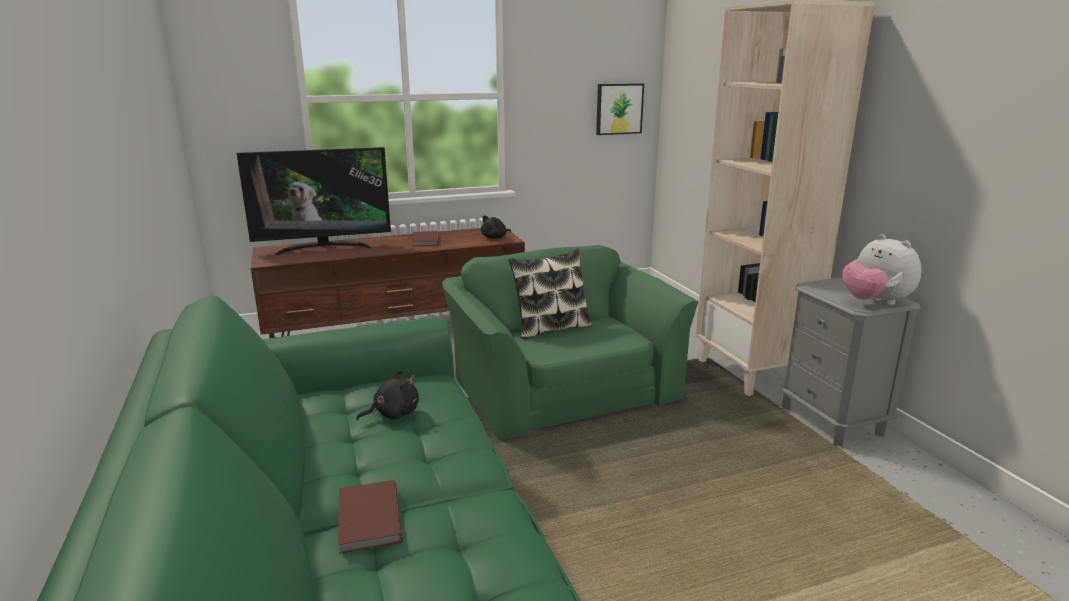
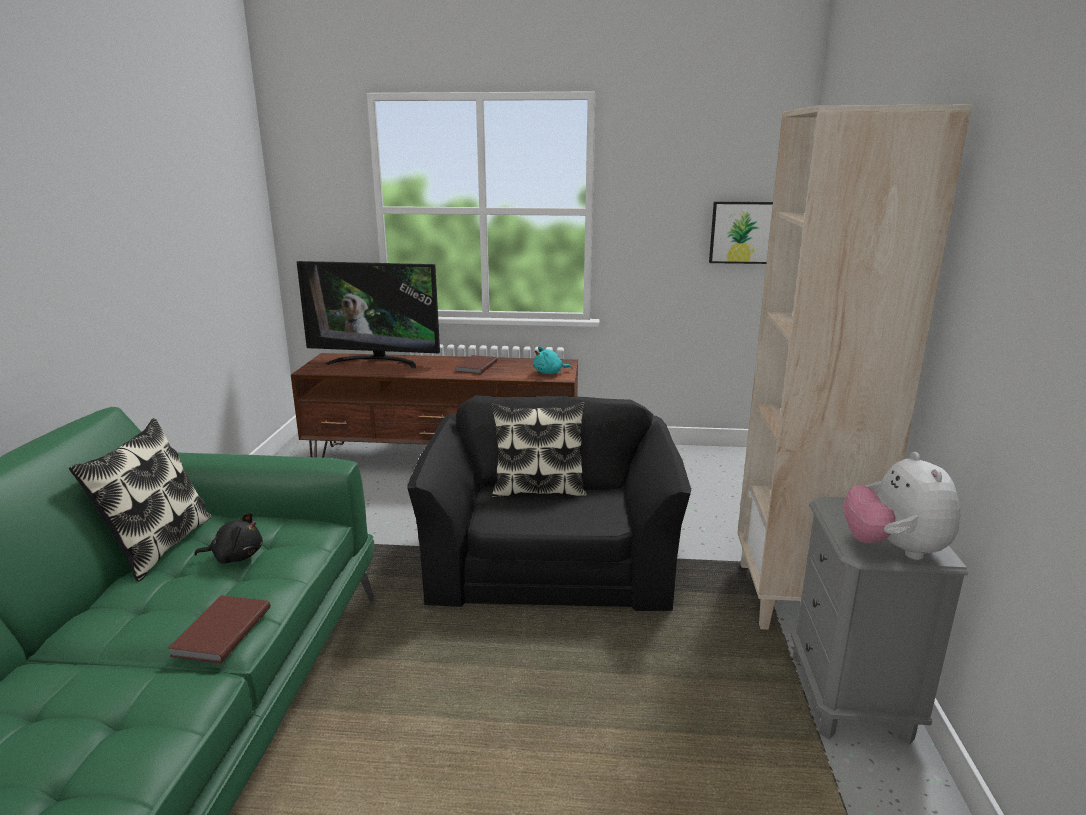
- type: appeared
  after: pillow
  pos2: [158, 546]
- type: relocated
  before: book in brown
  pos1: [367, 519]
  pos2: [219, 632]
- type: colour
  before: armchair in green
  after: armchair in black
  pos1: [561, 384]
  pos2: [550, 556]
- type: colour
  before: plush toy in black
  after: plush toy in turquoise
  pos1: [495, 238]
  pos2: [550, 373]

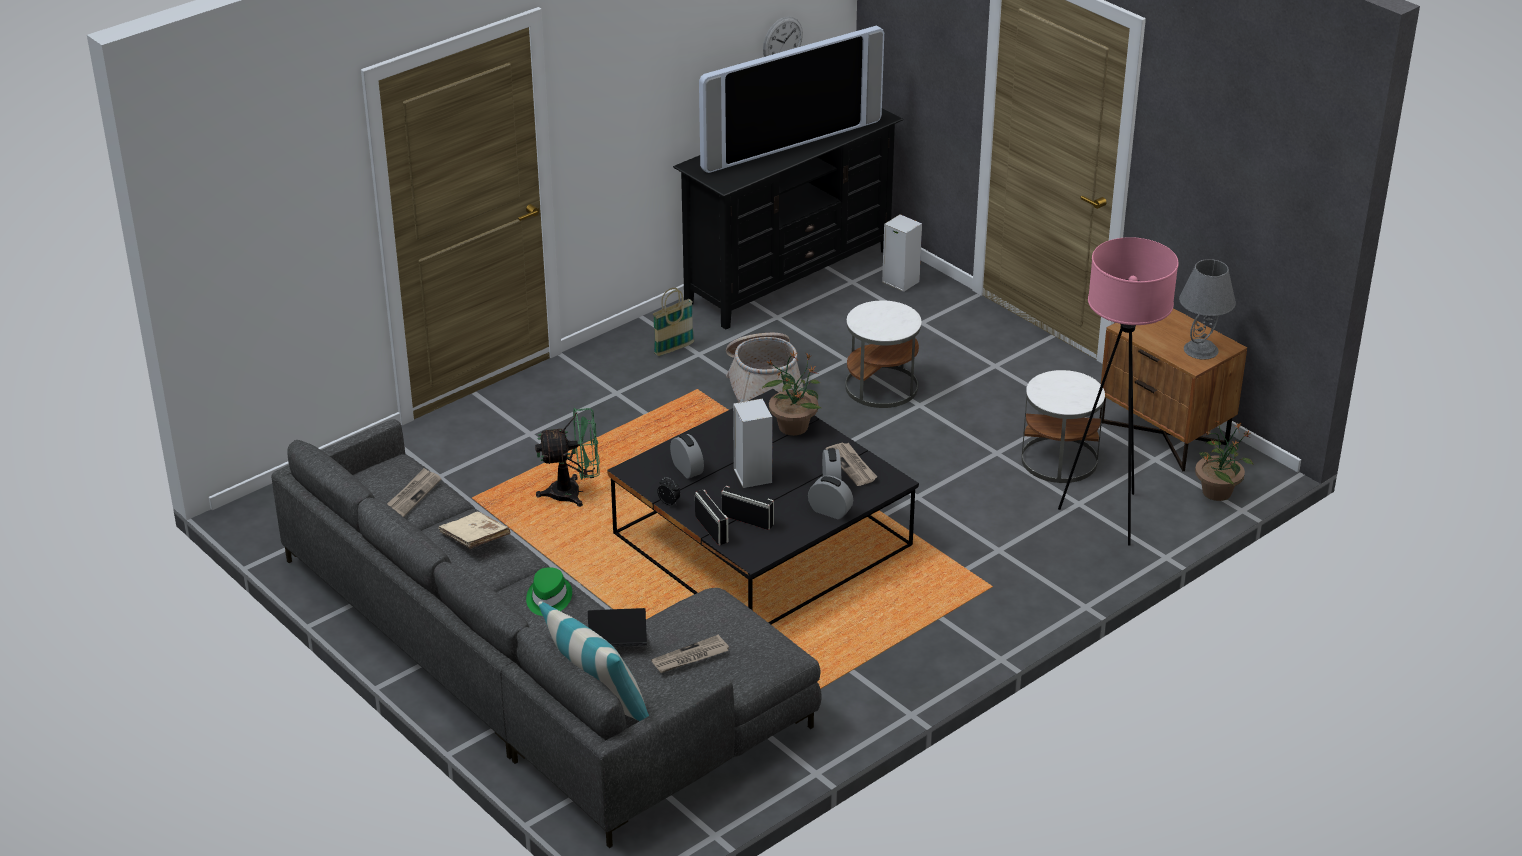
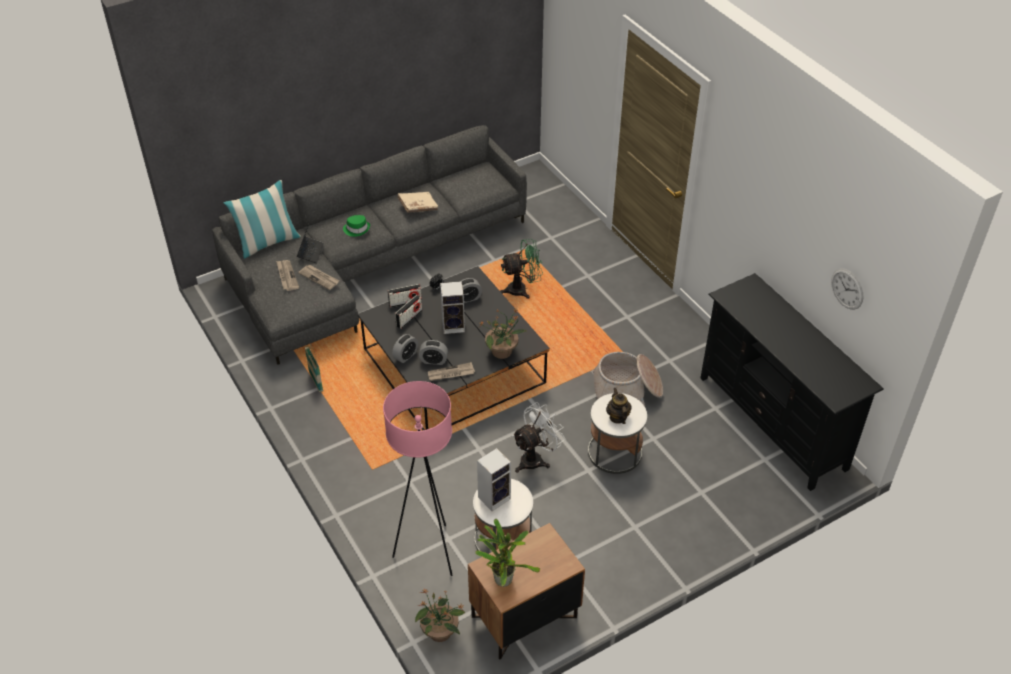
- type: missing
  before: television
  pos1: [789, 143]
- type: appeared
  after: fan in white
  pos2: [535, 458]
- type: appeared
  after: teapot
  pos2: [617, 417]
- type: relocated
  before: newspaper
  pos1: [412, 495]
  pos2: [319, 278]
- type: relocated
  before: basket
  pos1: [674, 349]
  pos2: [316, 381]
- type: relocated
  before: speaker
  pos1: [899, 281]
  pos2: [494, 497]
- type: exchanged
  before: table lamp in grey
  after: potted plant
  pos1: [1201, 350]
  pos2: [503, 577]
- type: spun
  before: fan in green
  pos1: [573, 493]
  pos2: [522, 289]
  turn: -105

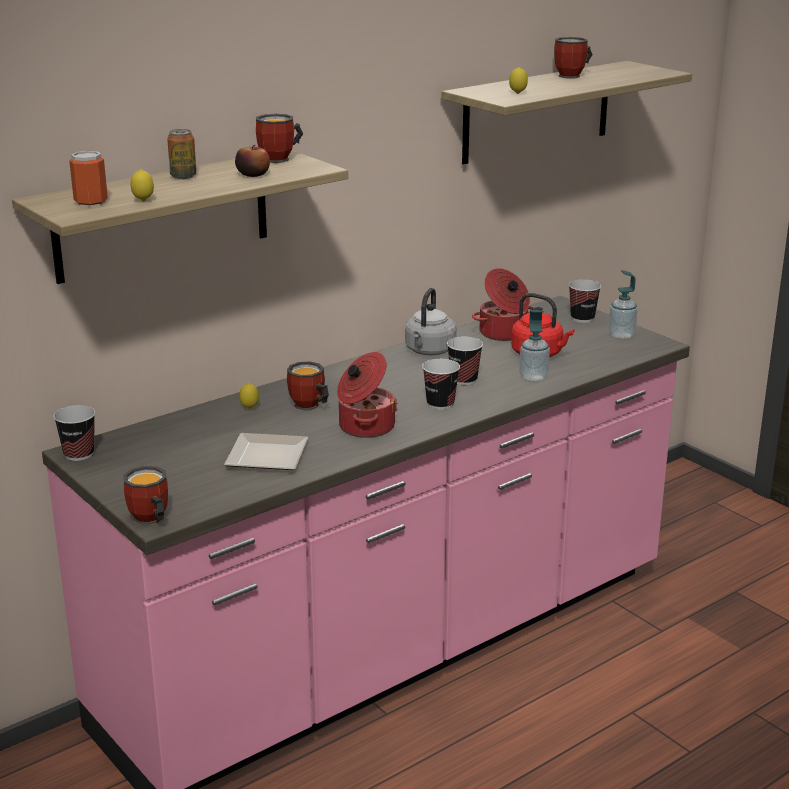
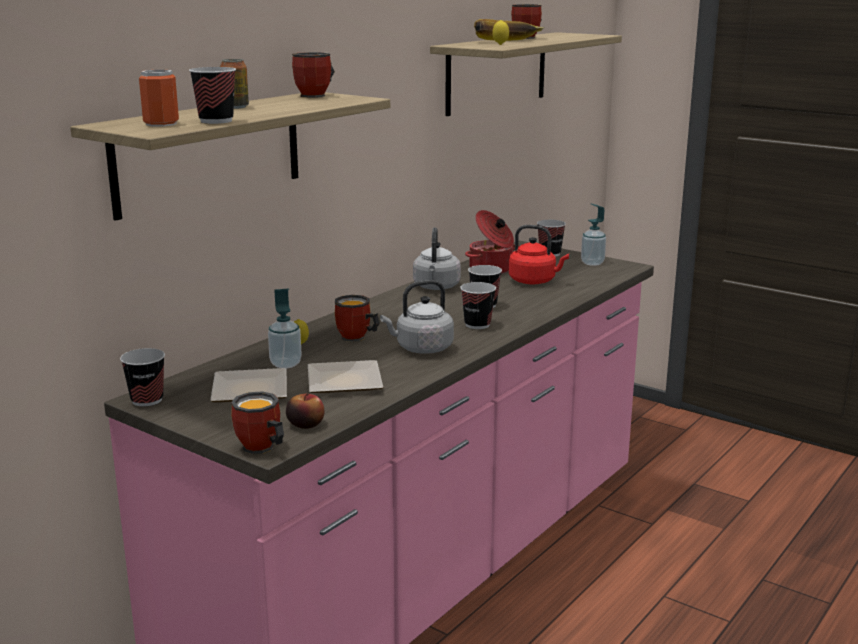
- type: appeared
  after: plate
  pos2: [252, 389]
- type: appeared
  after: banana
  pos2: [507, 42]
- type: relocated
  before: apple
  pos1: [253, 174]
  pos2: [305, 424]
- type: relocated
  before: soap dispenser
  pos1: [533, 378]
  pos2: [285, 364]
- type: exchanged
  before: lemon
  after: cup
  pos1: [143, 201]
  pos2: [216, 121]
- type: exchanged
  before: cooking pot
  after: kettle in grey
  pos1: [365, 427]
  pos2: [421, 349]

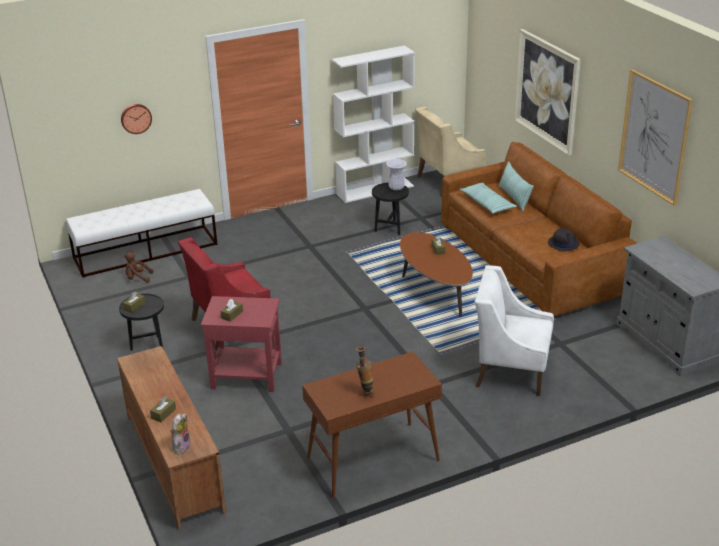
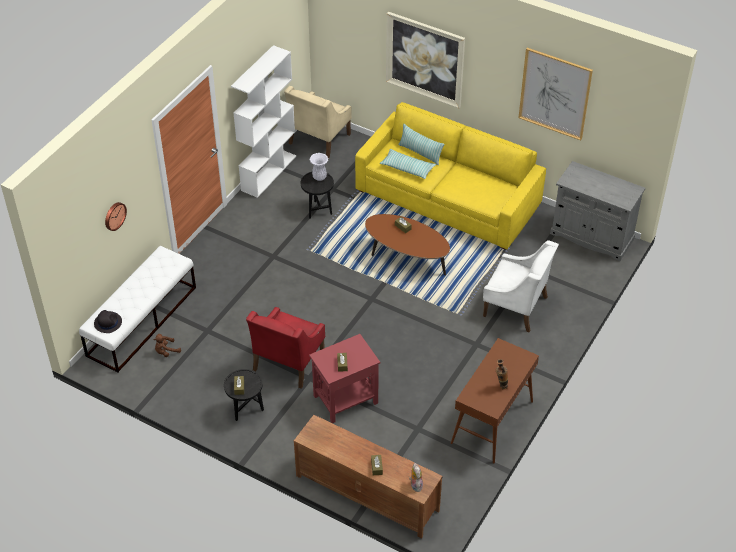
- type: relocated
  before: hat in black
  pos1: [563, 243]
  pos2: [108, 322]
- type: colour
  before: sofa in brown
  after: sofa in yellow
  pos1: [530, 259]
  pos2: [448, 198]
- type: spun
  before: armchair in white
  pos1: [510, 370]
  pos2: [516, 307]
  turn: -135

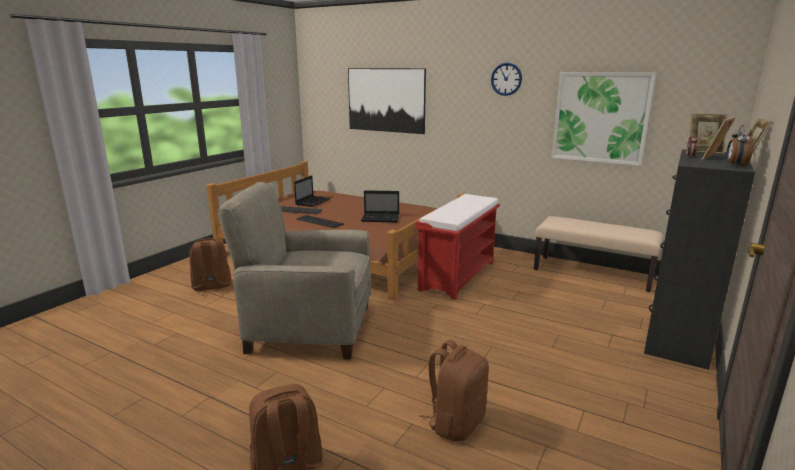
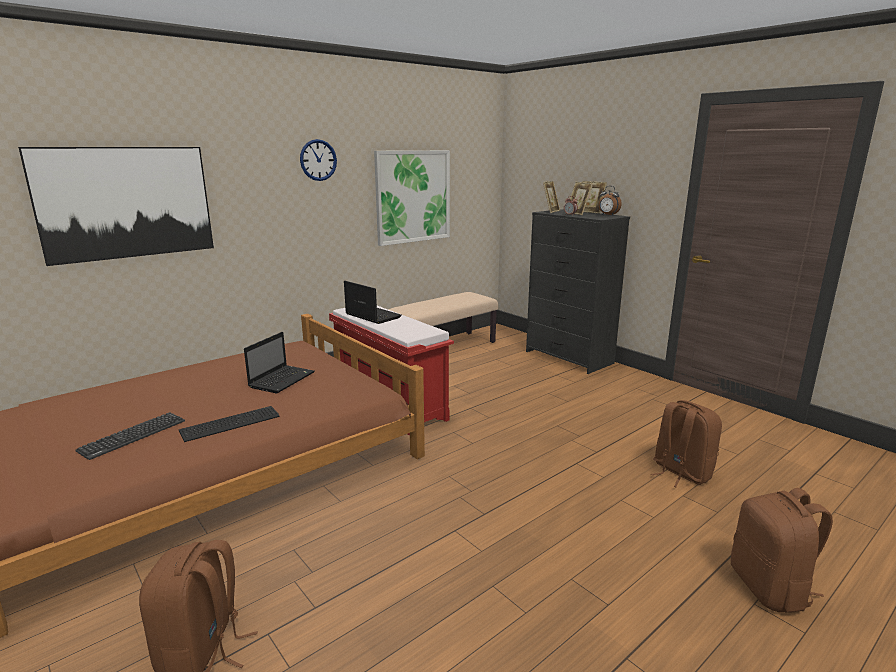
- type: missing
  before: armchair in beige
  pos1: [309, 328]
- type: relocated
  before: laptop
  pos1: [313, 202]
  pos2: [372, 316]

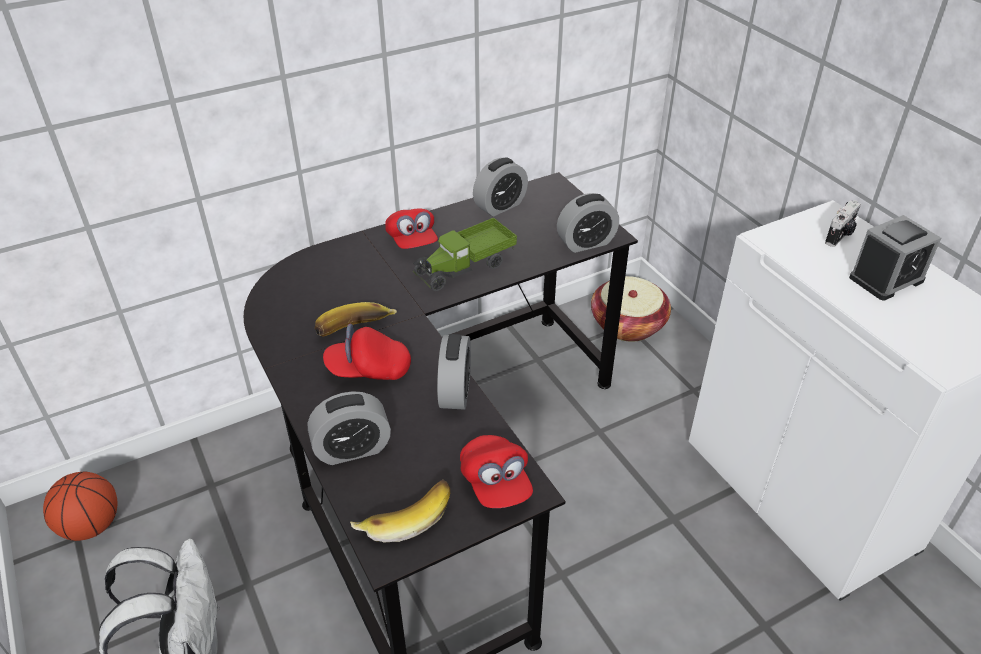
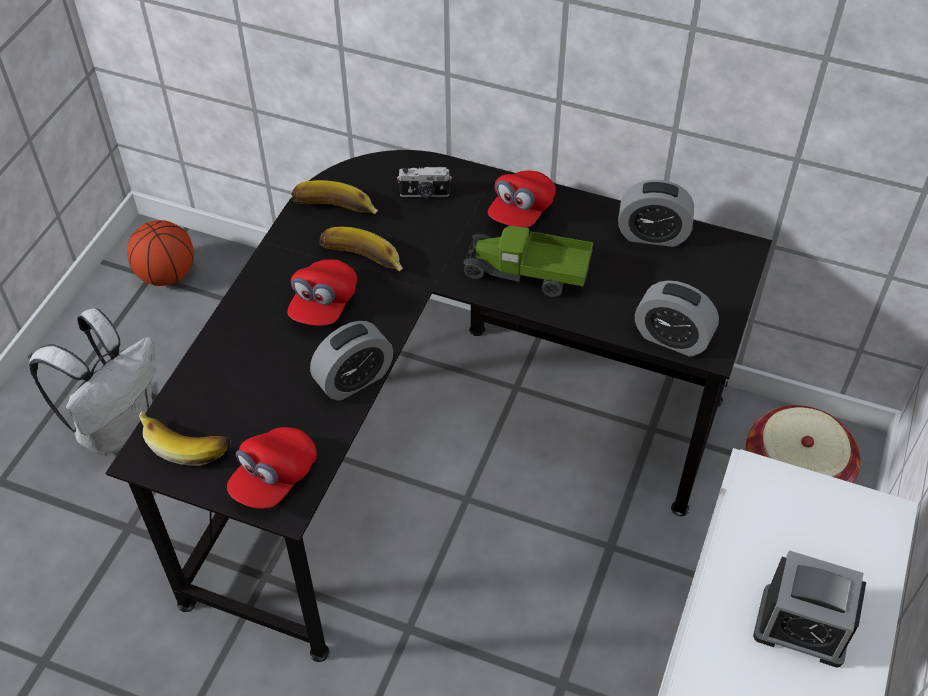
- type: missing
  before: alarm clock
  pos1: [352, 449]
- type: appeared
  after: banana
  pos2: [334, 212]
- type: relocated
  before: photo camera
  pos1: [840, 235]
  pos2: [424, 194]
- type: spun
  before: cap in red
  pos1: [369, 369]
  pos2: [323, 305]
  turn: -120

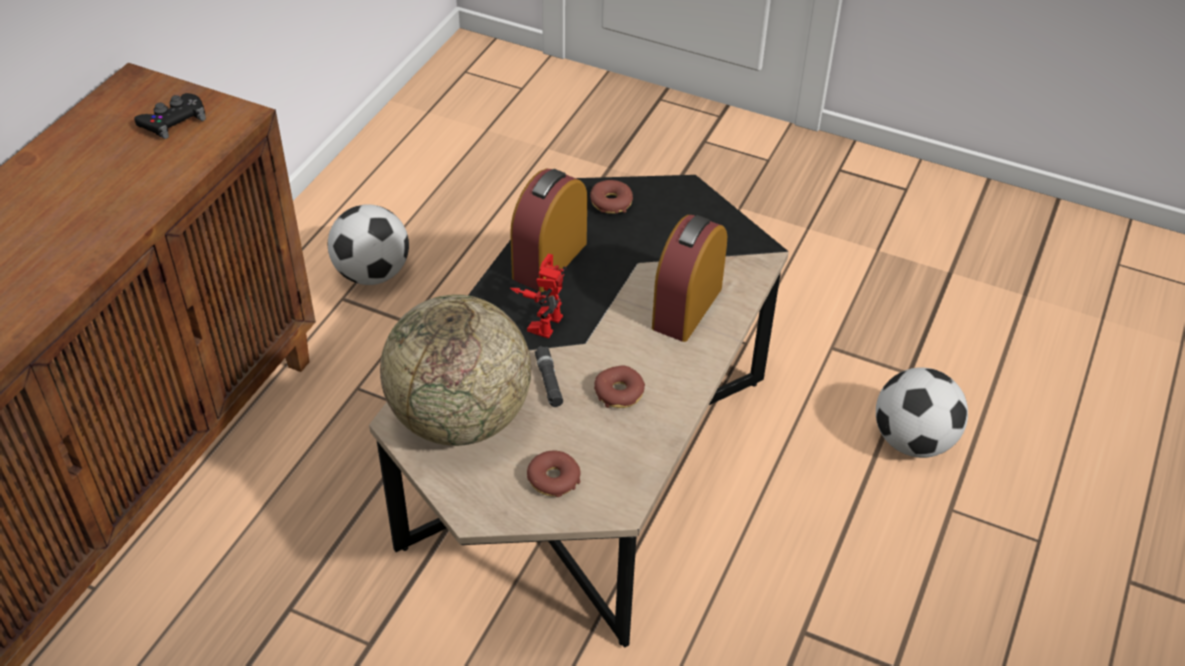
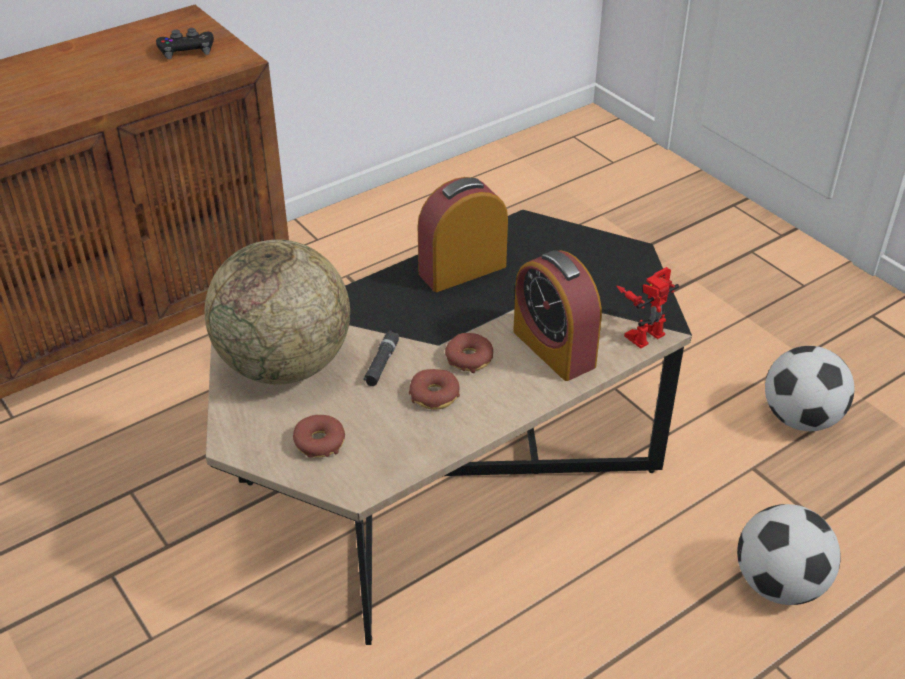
- type: relocated
  before: football
  pos1: [372, 274]
  pos2: [800, 418]
- type: relocated
  before: toy robot
  pos1: [541, 320]
  pos2: [643, 331]
- type: relocated
  before: donut
  pos1: [611, 202]
  pos2: [469, 358]
- type: spun
  before: alarm clock
  pos1: [687, 308]
  pos2: [554, 348]
  turn: -90

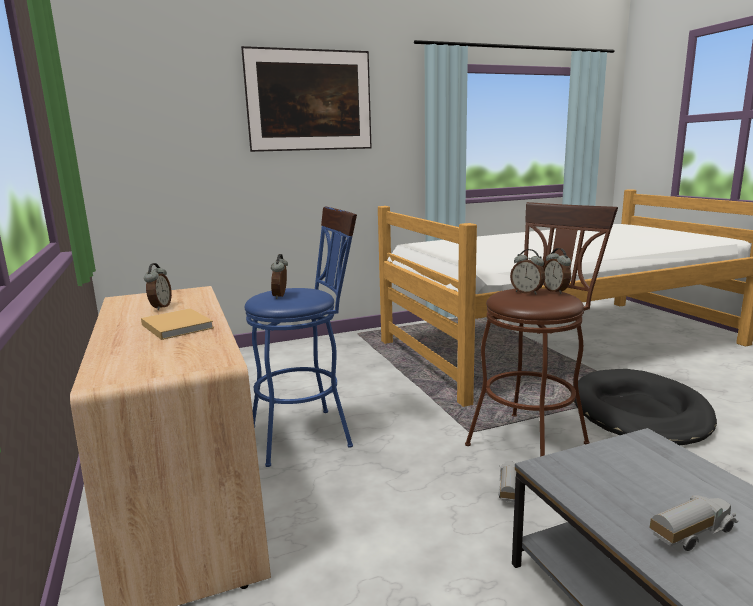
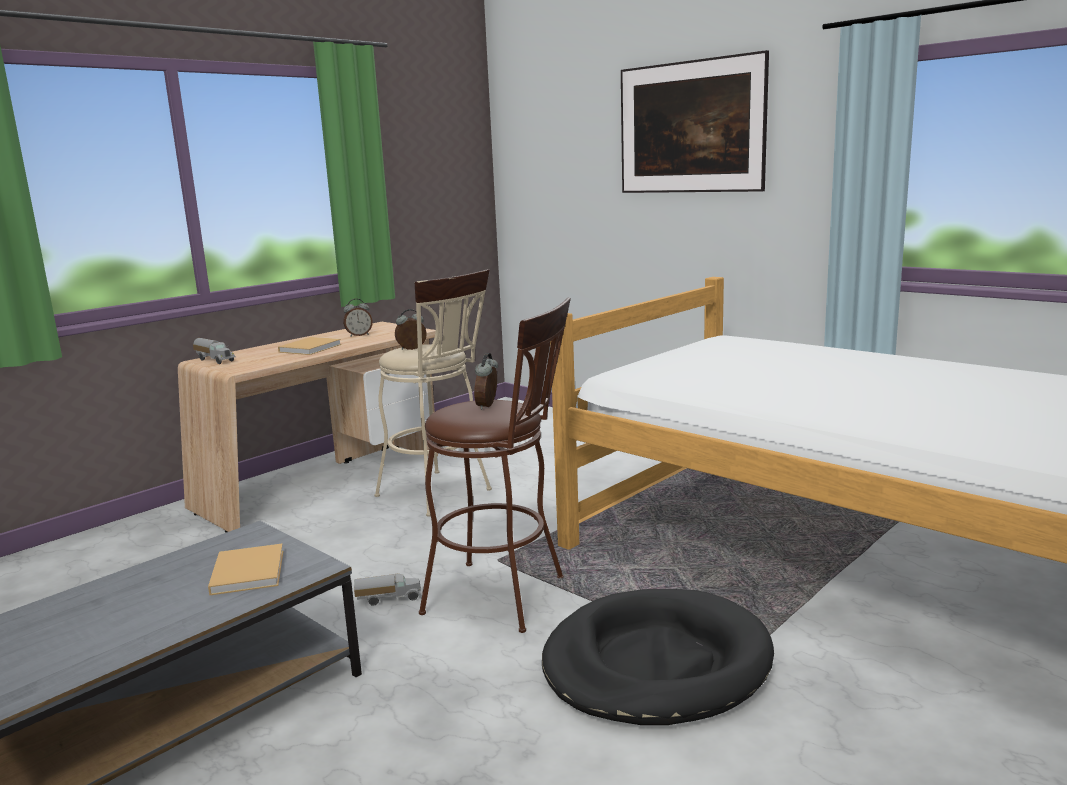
- type: missing
  before: alarm clock
  pos1: [556, 291]
- type: appeared
  after: book in beige
  pos2: [248, 571]
- type: relocated
  before: toy truck
  pos1: [690, 534]
  pos2: [215, 360]
- type: colour
  before: stool in blue
  after: stool in beige
  pos1: [309, 434]
  pos2: [440, 495]

